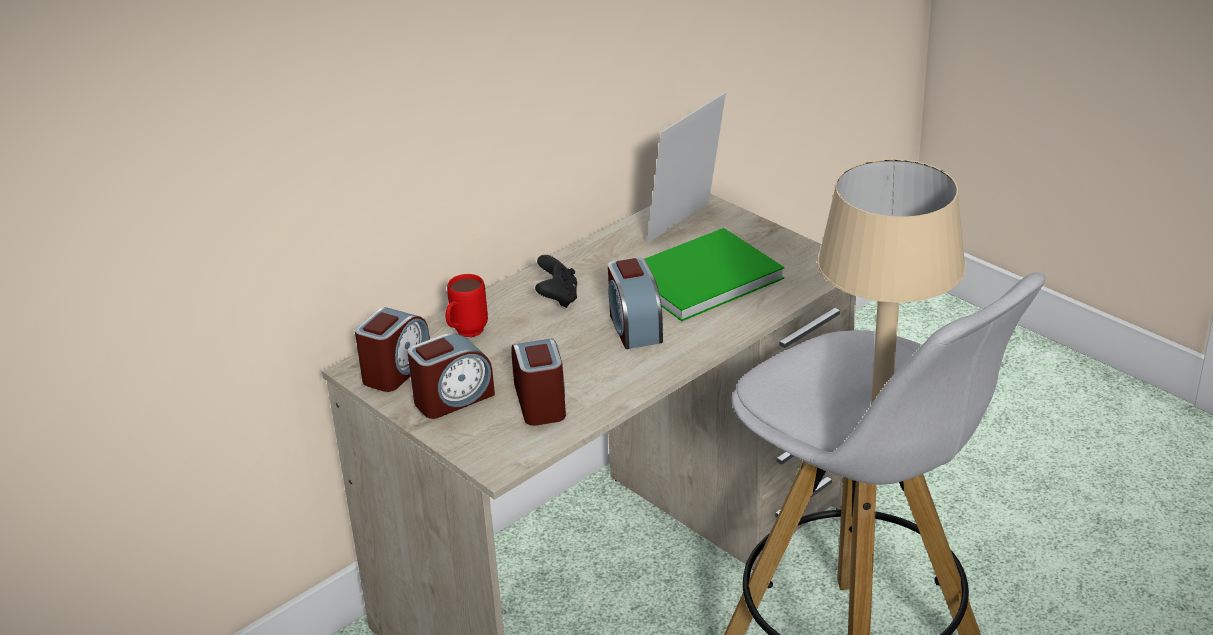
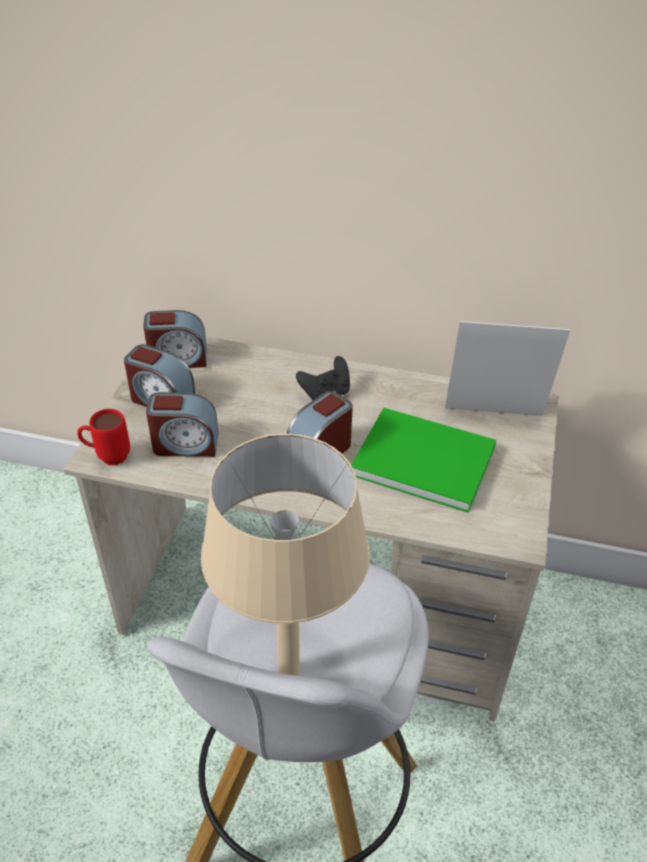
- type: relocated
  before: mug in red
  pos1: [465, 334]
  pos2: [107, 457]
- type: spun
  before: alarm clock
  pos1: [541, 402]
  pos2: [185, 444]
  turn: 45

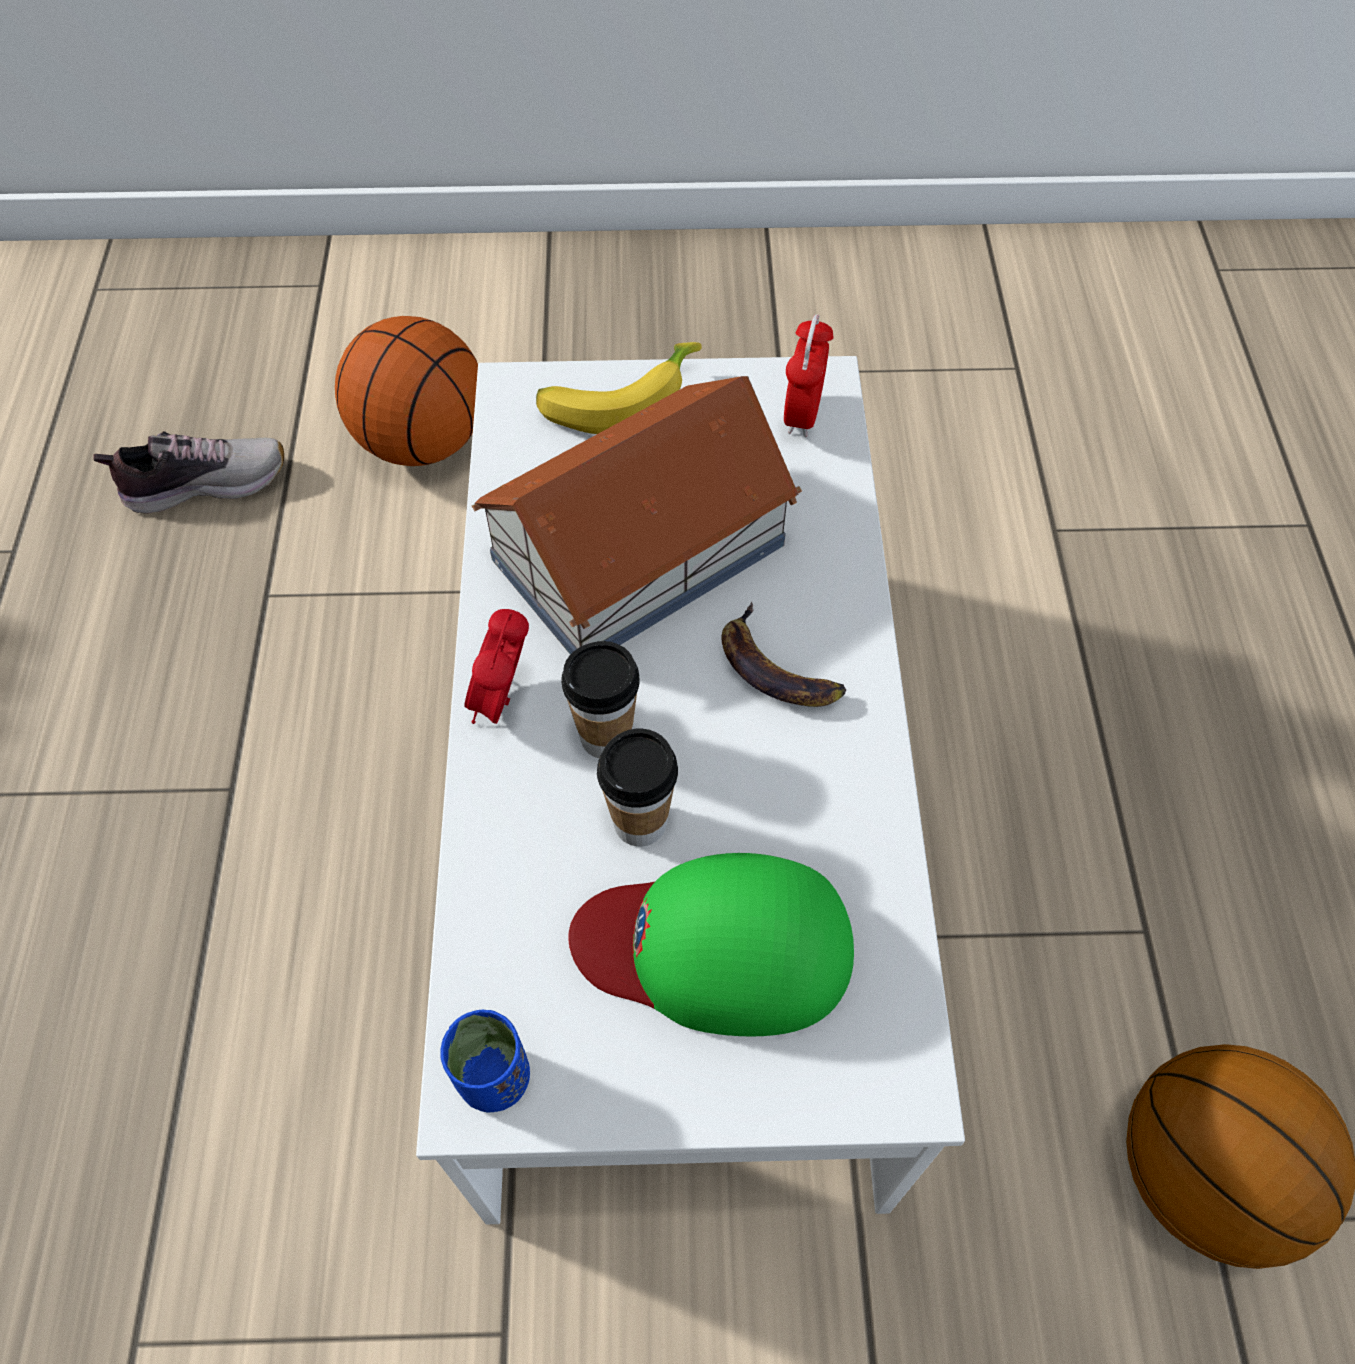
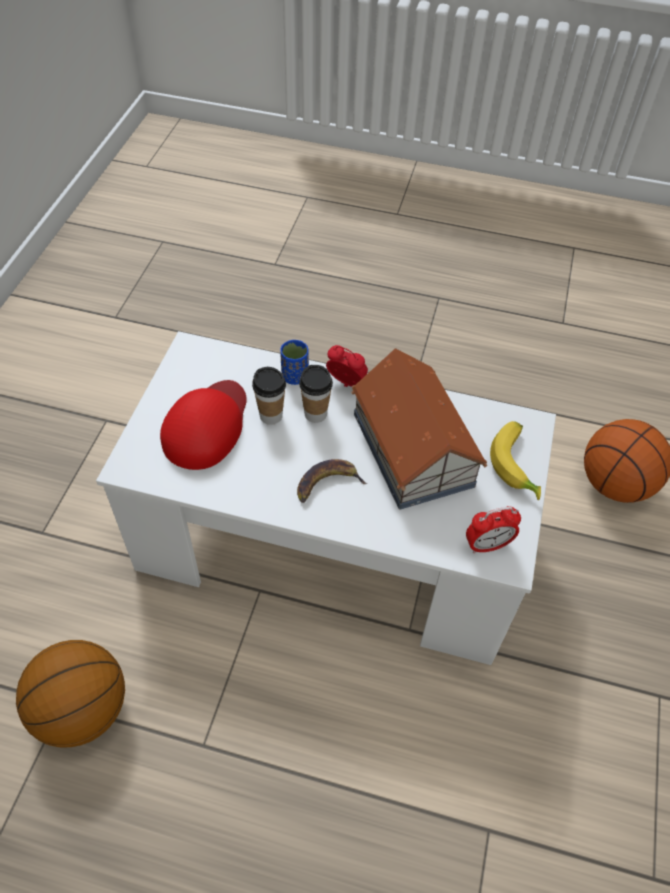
- type: missing
  before: shoe
  pos1: [205, 483]
- type: relocated
  before: cup in blue
  pos1: [494, 1077]
  pos2: [295, 376]
- type: colour
  before: cap in green
  after: cap in red
  pos1: [717, 947]
  pos2: [207, 426]
- type: spun
  before: alarm clock
  pos1: [802, 415]
  pos2: [487, 545]
  turn: 135

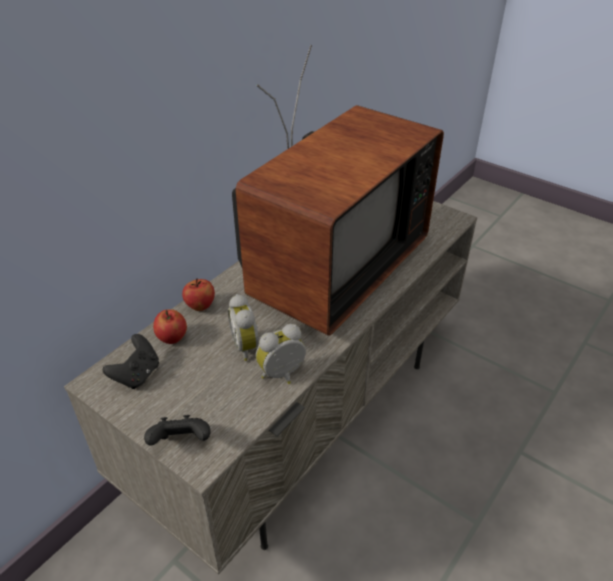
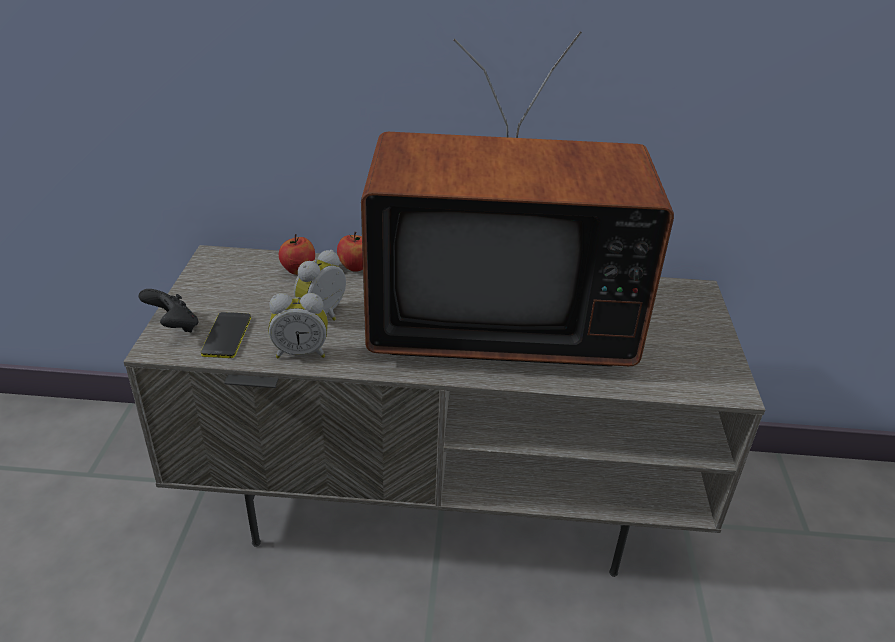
- type: missing
  before: game controller in black
  pos1: [137, 375]
- type: appeared
  after: phone
  pos2: [226, 335]
- type: spun
  before: alarm clock
  pos1: [283, 375]
  pos2: [301, 352]
  turn: 150

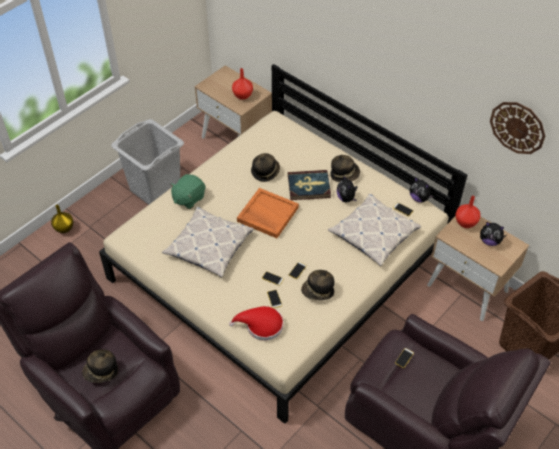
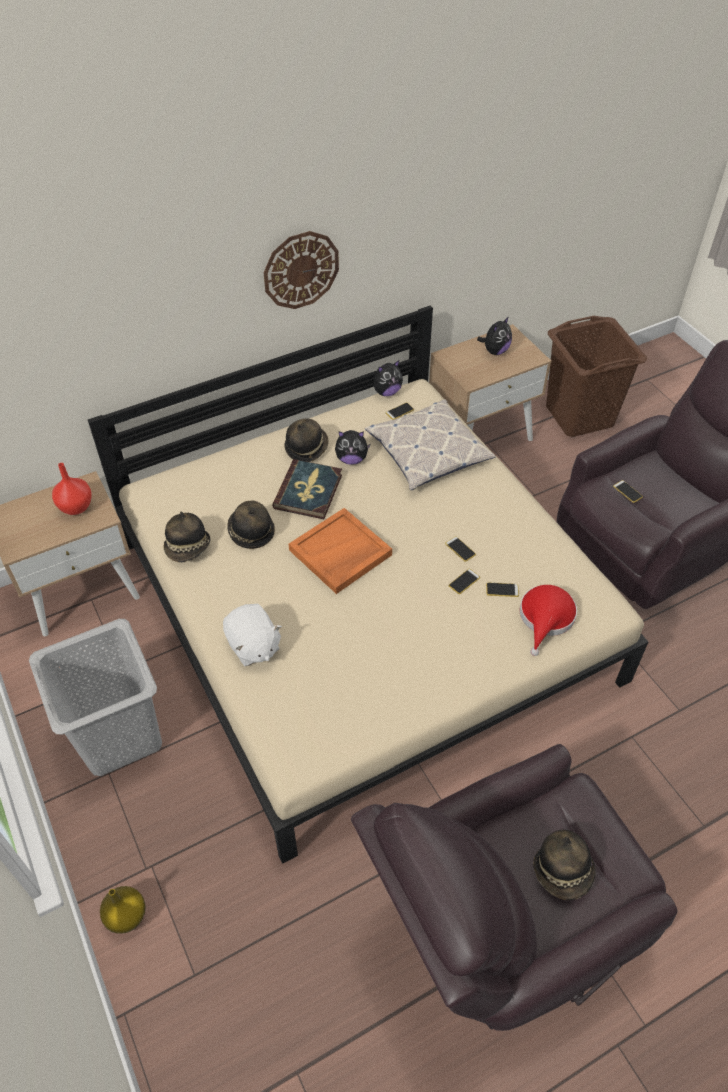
- type: missing
  before: pillow
  pos1: [209, 246]
- type: missing
  before: vase in red
  pos1: [465, 223]
- type: relocated
  before: hat
  pos1: [318, 292]
  pos2: [188, 548]
- type: relocated
  before: wall clock
  pos1: [517, 127]
  pos2: [301, 270]
- type: colour
  before: plush toy in green
  after: plush toy in white
  pos1: [188, 198]
  pos2: [253, 646]

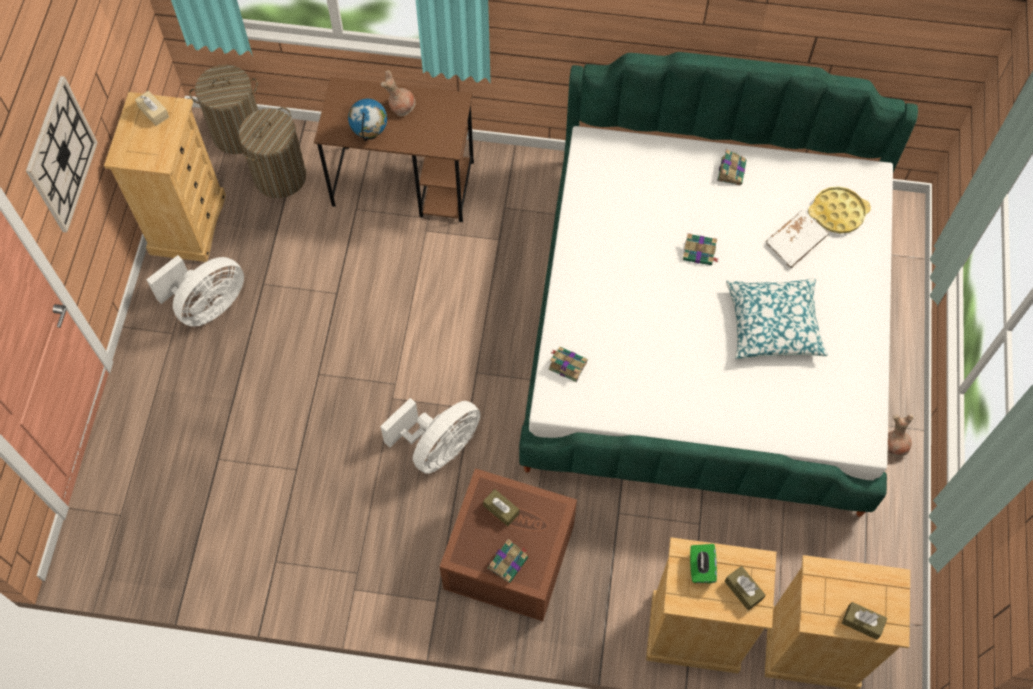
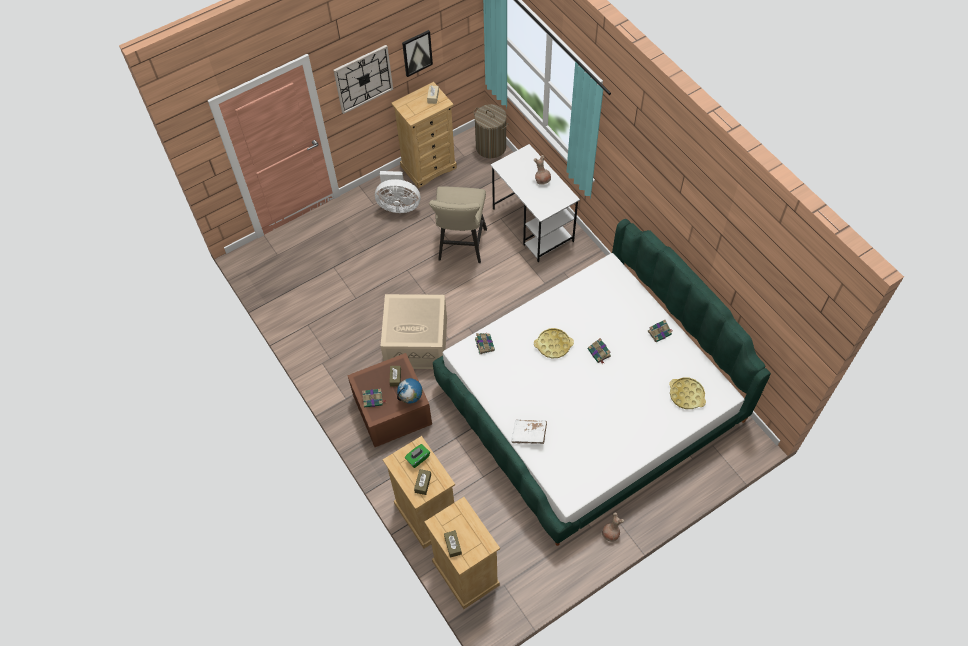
- type: missing
  before: laundry basket
  pos1: [280, 176]
- type: missing
  before: pillow
  pos1: [773, 324]
- type: appeared
  after: picture
  pos2: [417, 52]
- type: appeared
  after: stool in beige
  pos2: [461, 248]
- type: appeared
  after: tray in yellow
  pos2: [553, 345]
- type: relocated
  before: globe
  pos1: [370, 135]
  pos2: [411, 399]
- type: relocated
  before: book in white
  pos1: [795, 243]
  pos2: [529, 434]
- type: exchanged
  before: fan in white
  after: storage box in beige
  pos1: [438, 447]
  pos2: [417, 342]
- type: colour
  before: desk in brown
  after: desk in white
  pos1: [404, 184]
  pos2: [533, 225]

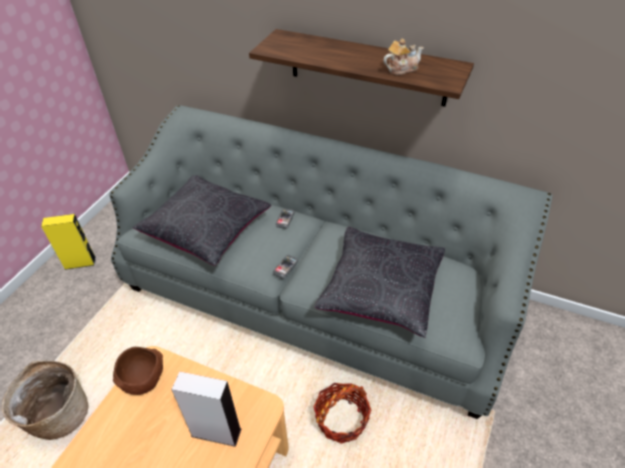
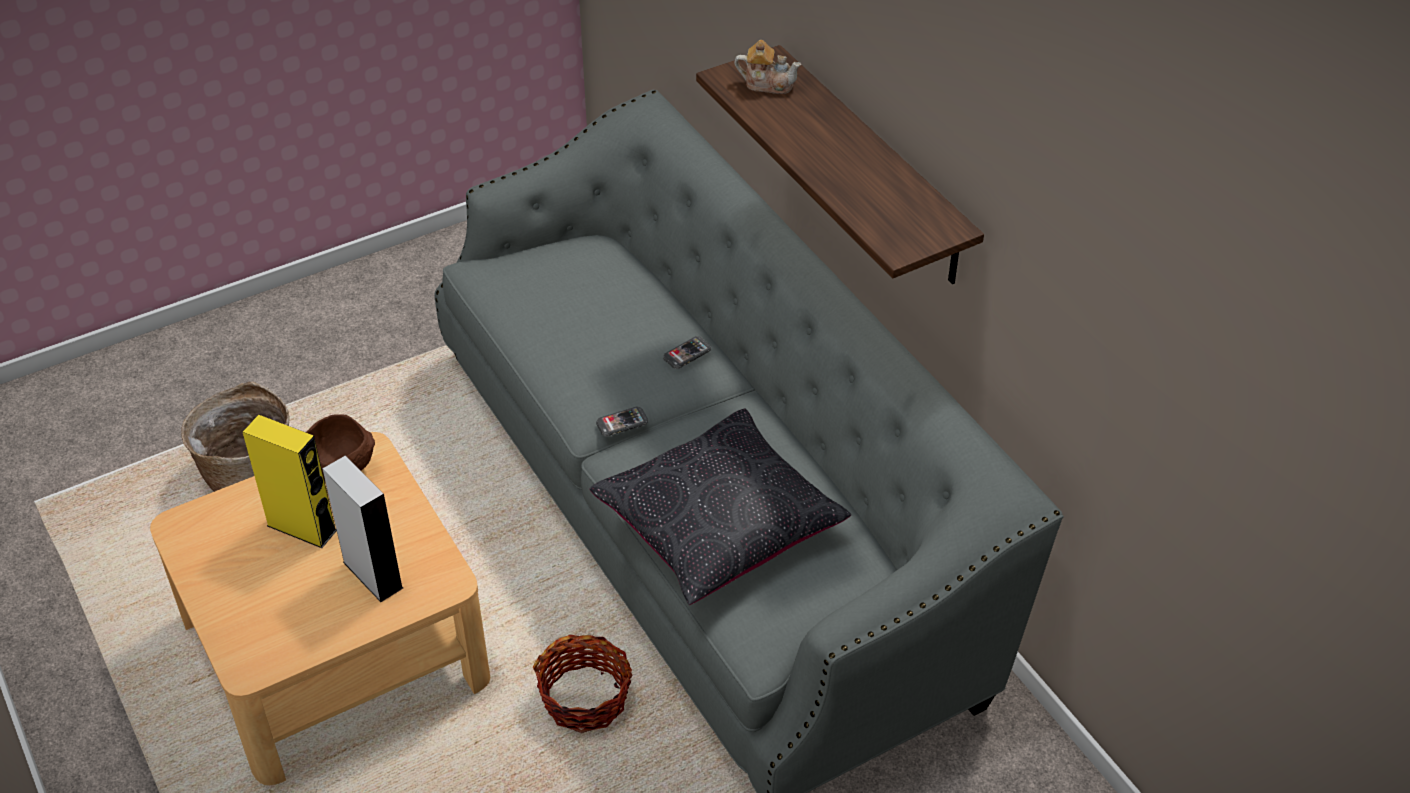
- type: missing
  before: pillow in black
  pos1: [206, 229]
- type: relocated
  before: speaker in yellow
  pos1: [80, 263]
  pos2: [302, 528]
- type: relocated
  before: teapot
  pos1: [401, 69]
  pos2: [767, 84]

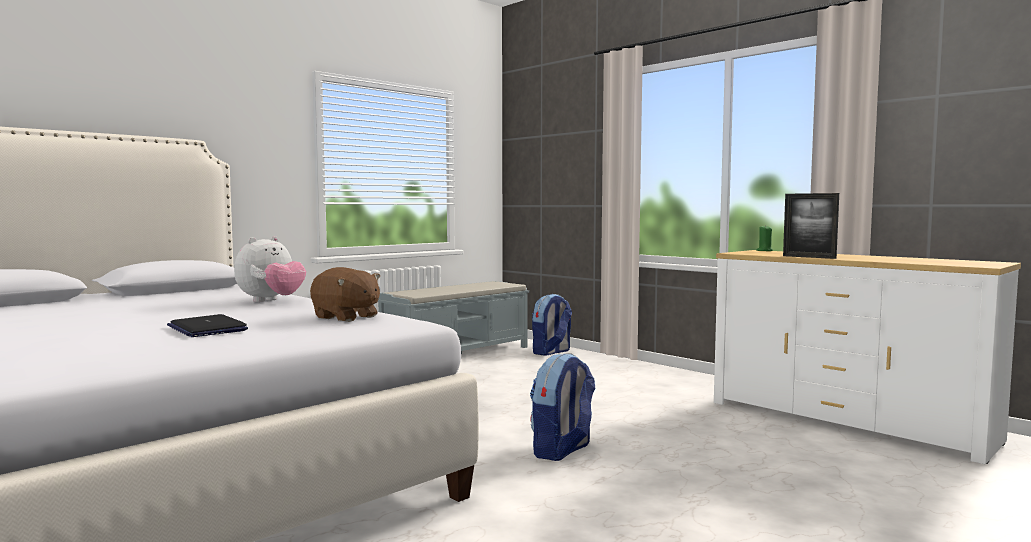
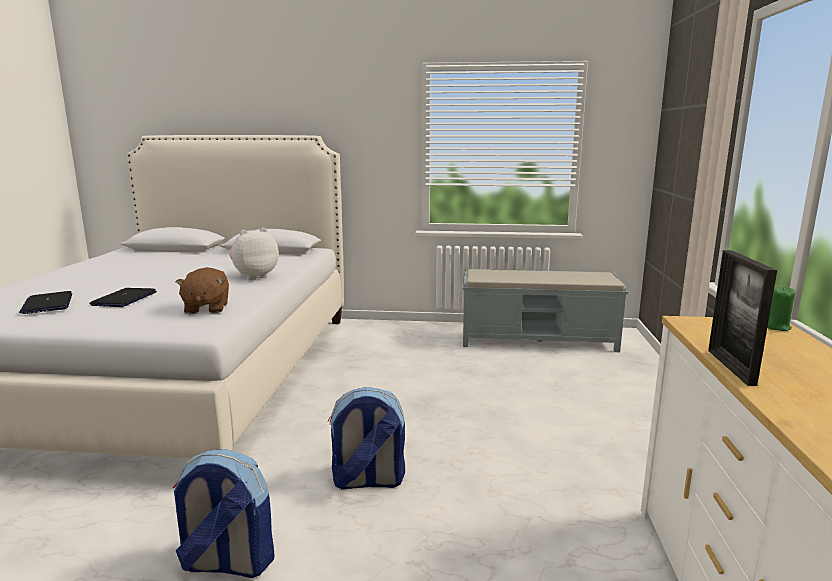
- type: appeared
  after: laptop
  pos2: [47, 304]
- type: relocated
  before: backpack
  pos1: [551, 352]
  pos2: [227, 563]
- type: spun
  before: plush toy
  pos1: [271, 301]
  pos2: [254, 276]
  turn: 150

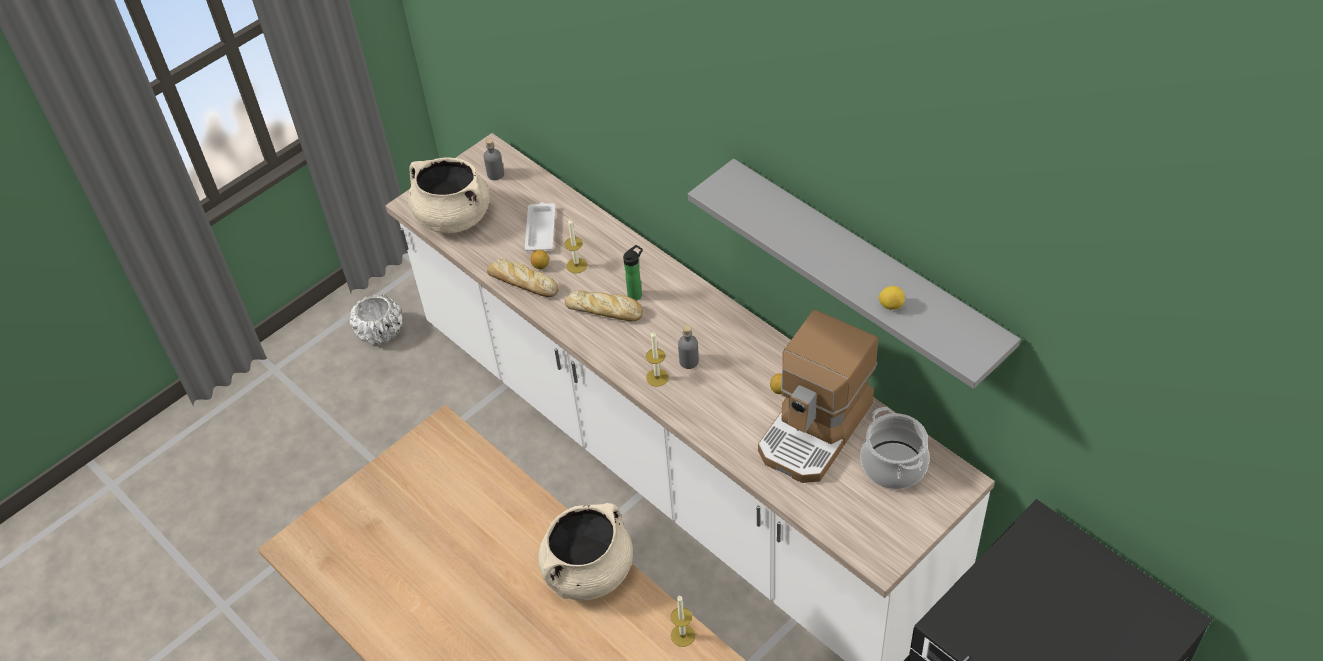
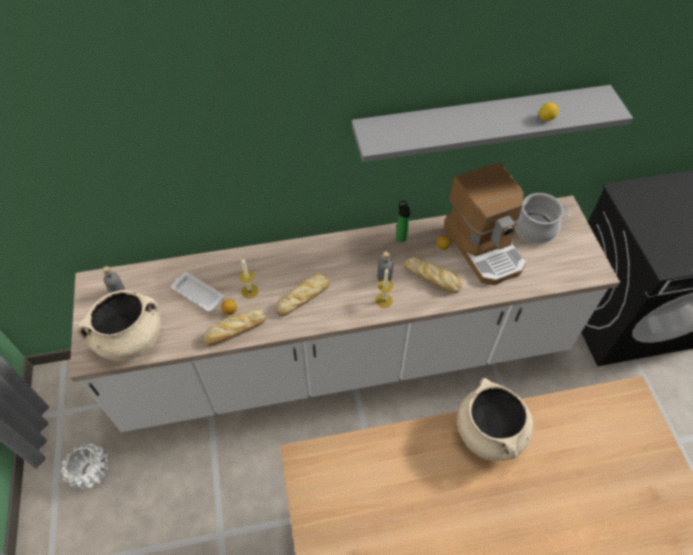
- type: missing
  before: candle
  pos1: [683, 635]
- type: appeared
  after: bread
  pos2: [433, 278]
- type: relocated
  before: bottle
  pos1: [636, 294]
  pos2: [400, 236]

